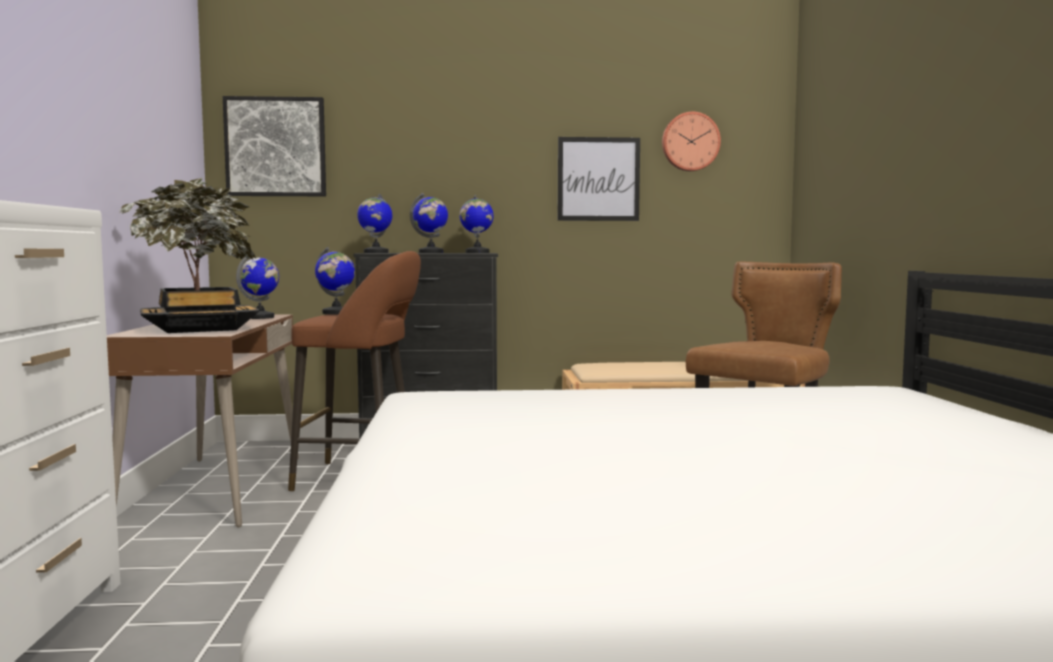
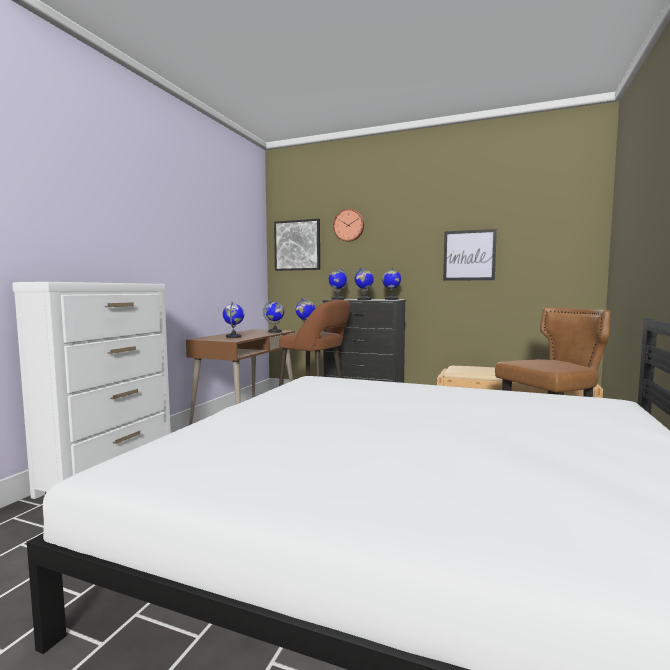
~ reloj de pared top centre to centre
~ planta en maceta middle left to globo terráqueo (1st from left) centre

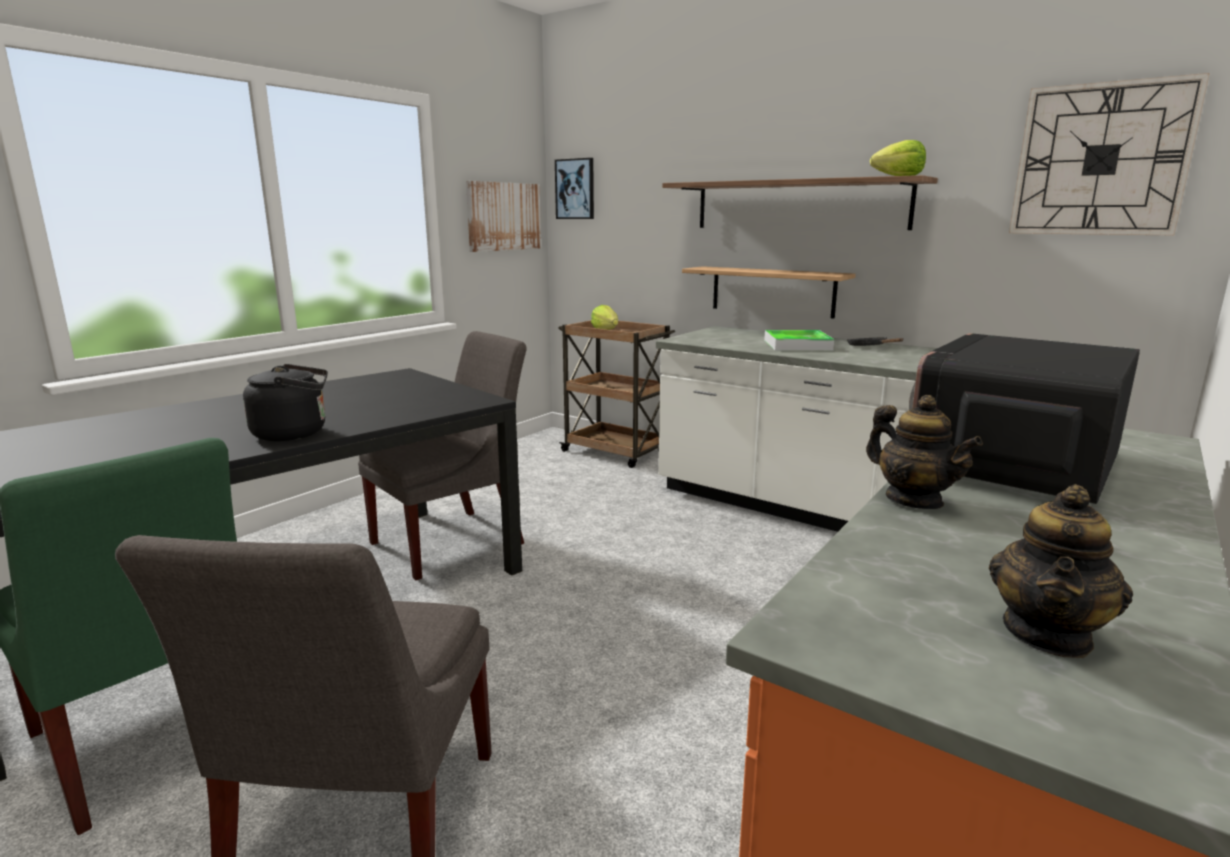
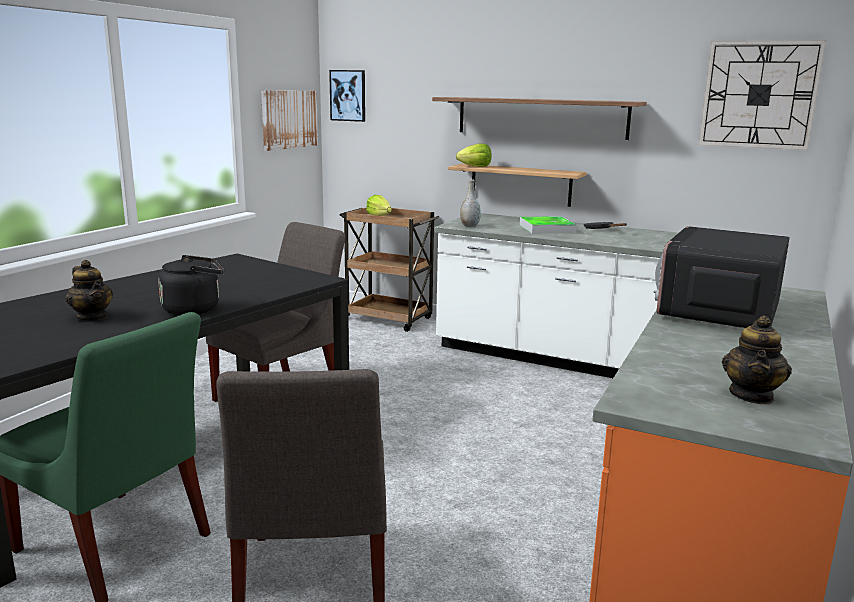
+ florero [gris] centre
~ tetera (1st from left) middle right to middle left
~ lechuga (2nd from left) top right to top centre

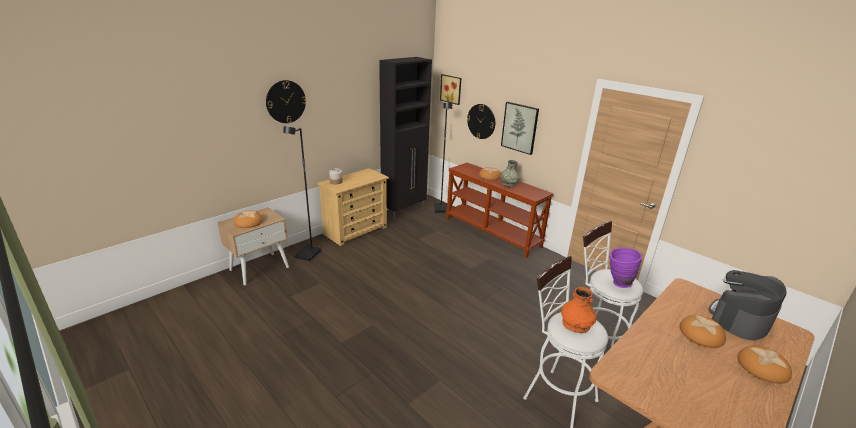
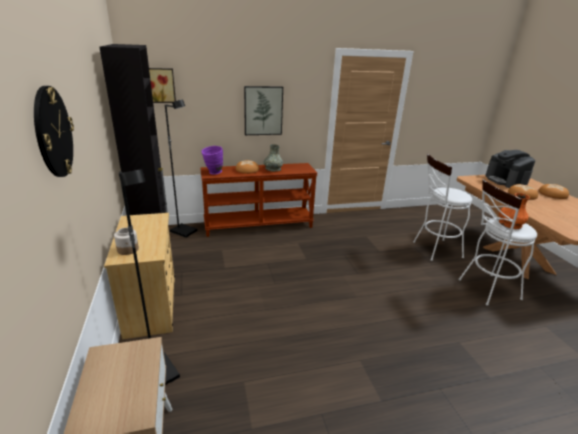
- pan (1st from left) middle left
- reloj de pared (2nd from left) top centre
~ florero [morado] middle right to centre

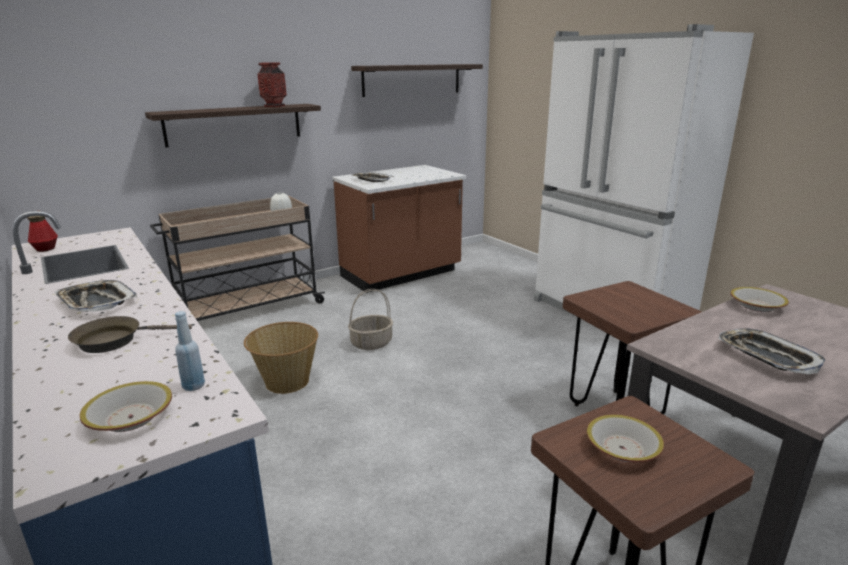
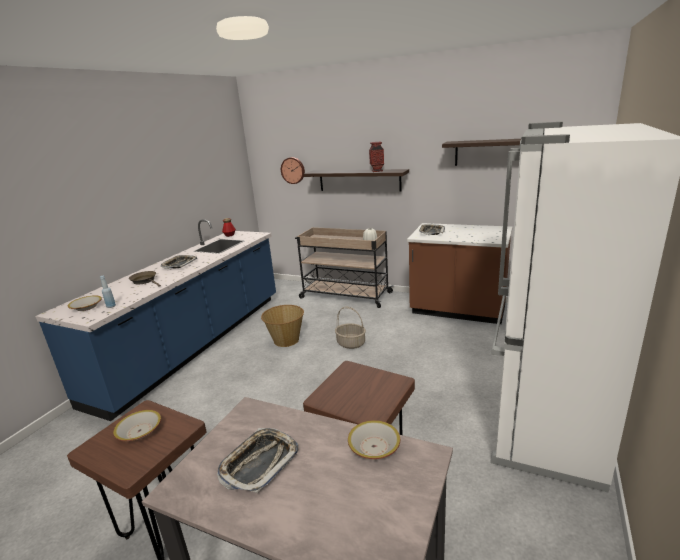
+ reloj de pared top centre

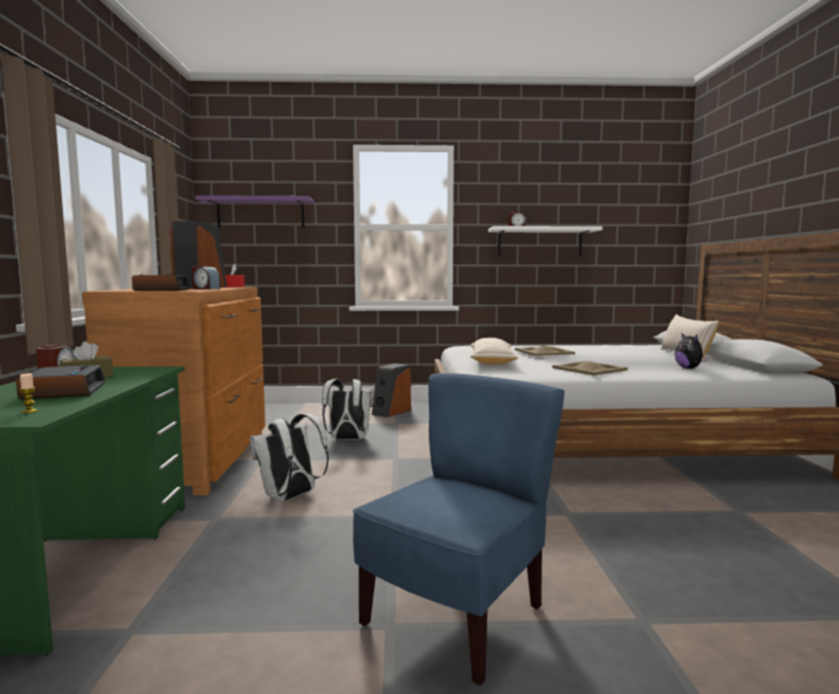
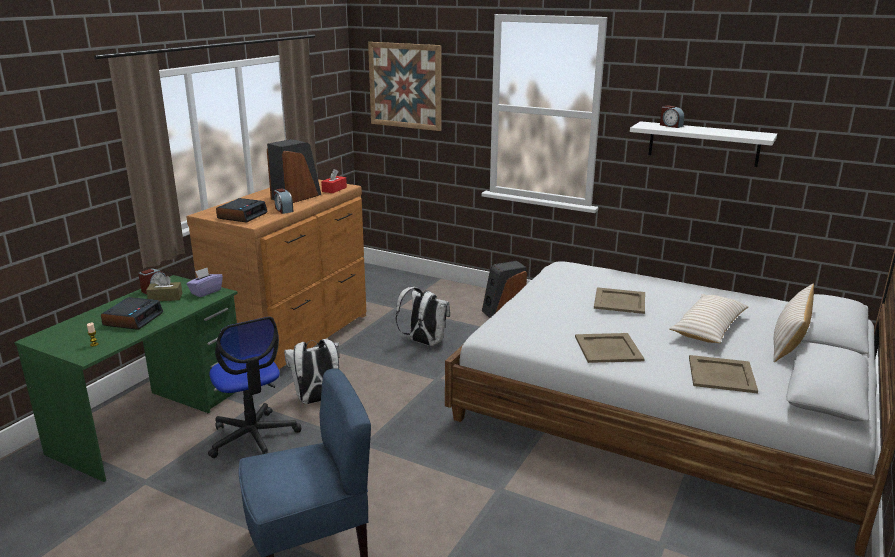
+ caja de pañuelos [morado] middle left
+ silla de oficina bottom left
~ cojín [beis] (1st from left) centre to middle right
~ estante [morado] top left to cuadro top centre
~ peluche middle right to bandeja [beis] (3rd from left) bottom right

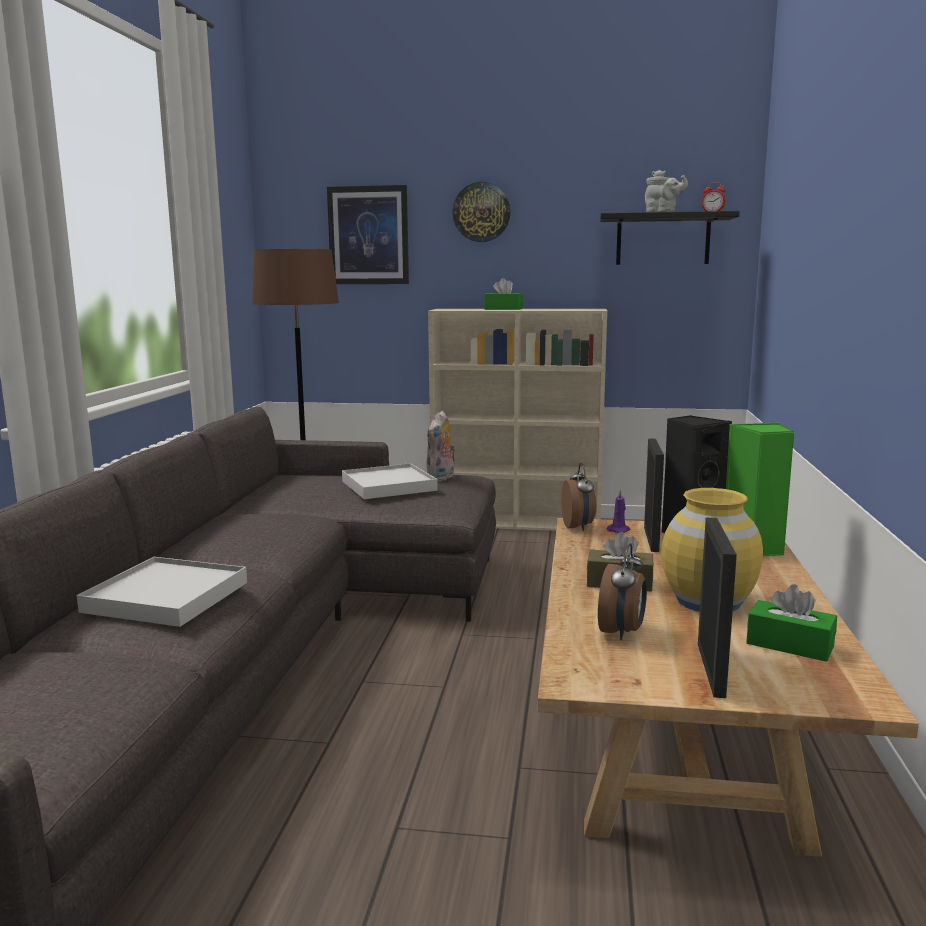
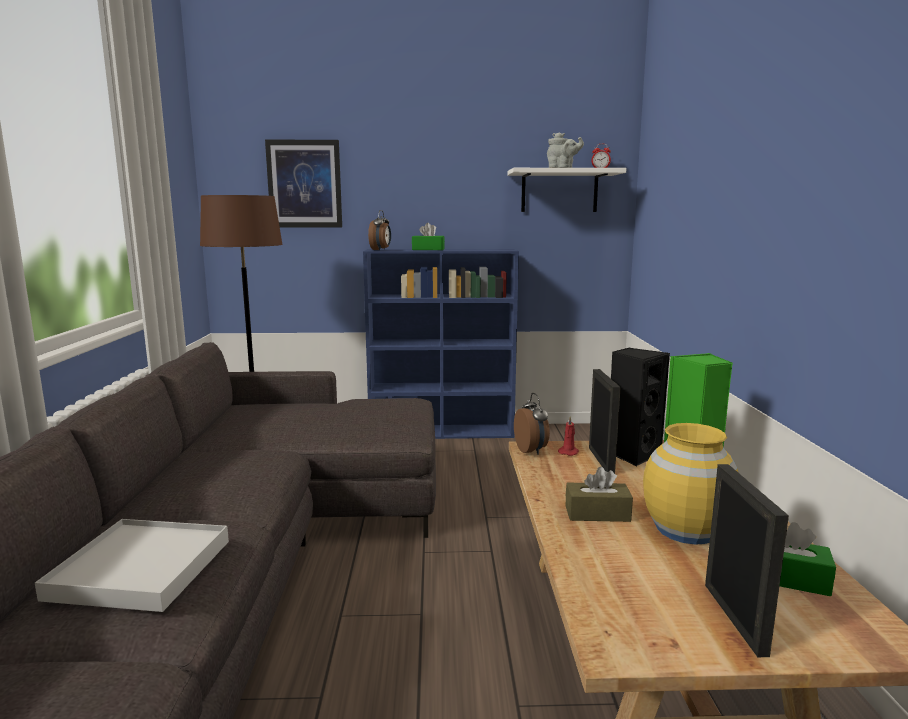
- bandeja [blanco] (2nd from left) centre
- peluche centre
- reloj de pared top centre
~ despertador (2nd from left in the first image) middle right to despertador (1st from left) top centre
~ estantería [beis] centre to estantería [azul] centre
~ estante [negro] top right to estante [blanco] top centre
~ vela [morado] middle right to vela [rojo] centre

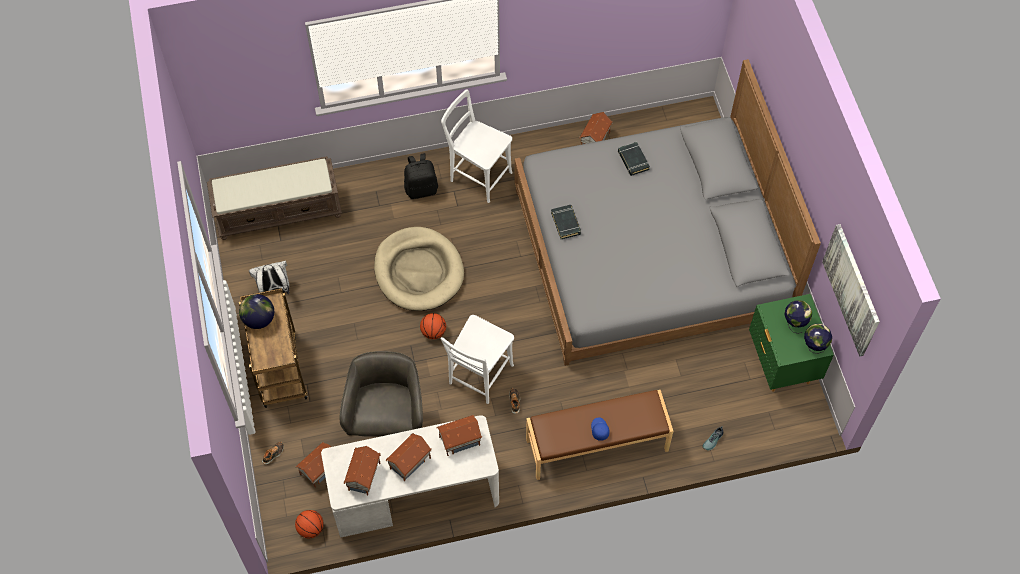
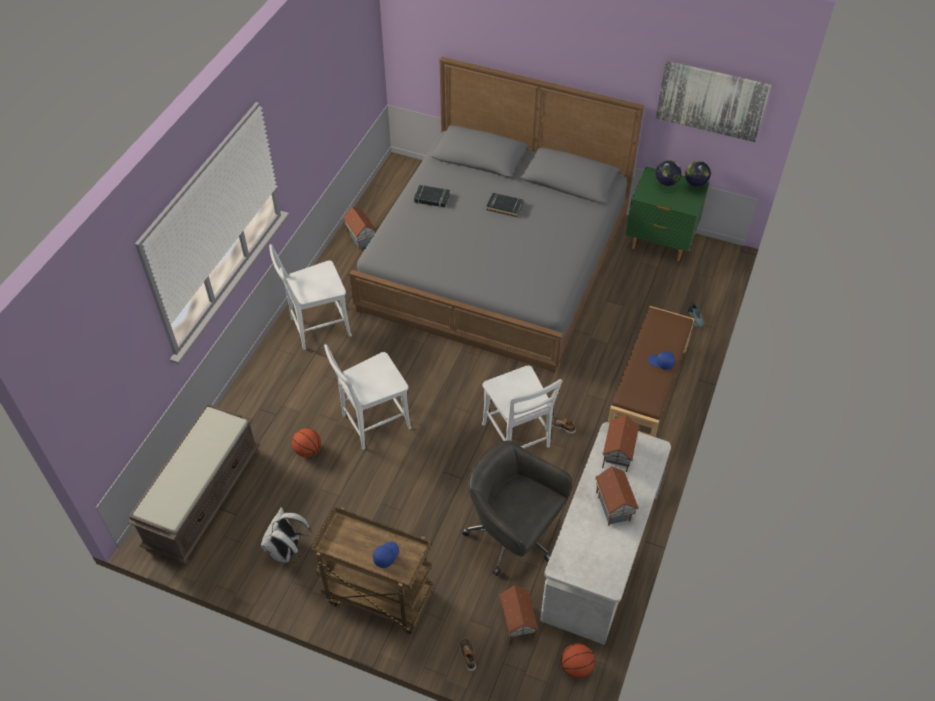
- globo terráqueo (1st from left) middle left
- casita (2nd from left) bottom centre
- mochila [negro] top centre
+ gorra [azul] (1st from left) bottom centre
~ balón de baloncesto (2nd from left in the first image) centre to balón de baloncesto (1st from left) middle left
~ libro [negro] (1st from left in the first image) centre to libro [negro] (2nd from left) top centre
~ cama para perro [beis] centre to silla [blanco] (2nd from left) centre

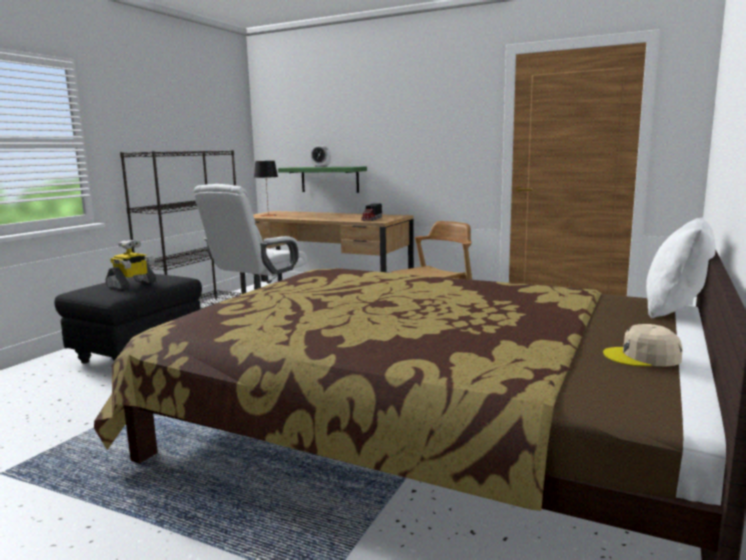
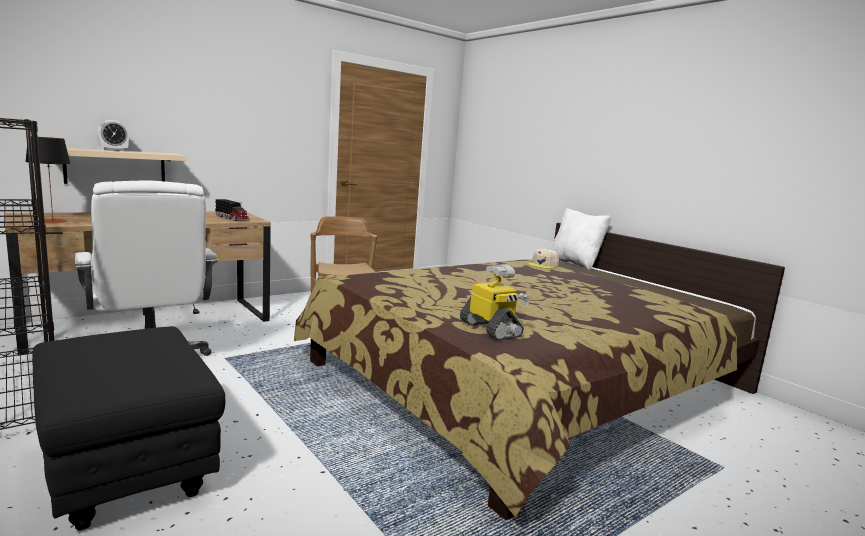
~ robot de juguete middle left to centre
~ gorra [beis] middle right to centre
~ estante [verde] top centre to estante [beis] top left

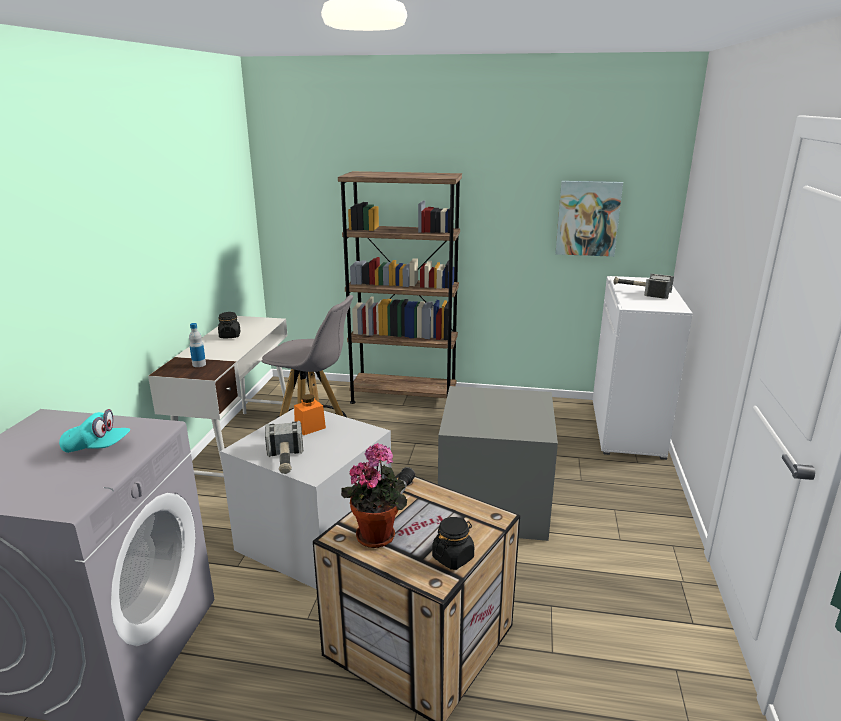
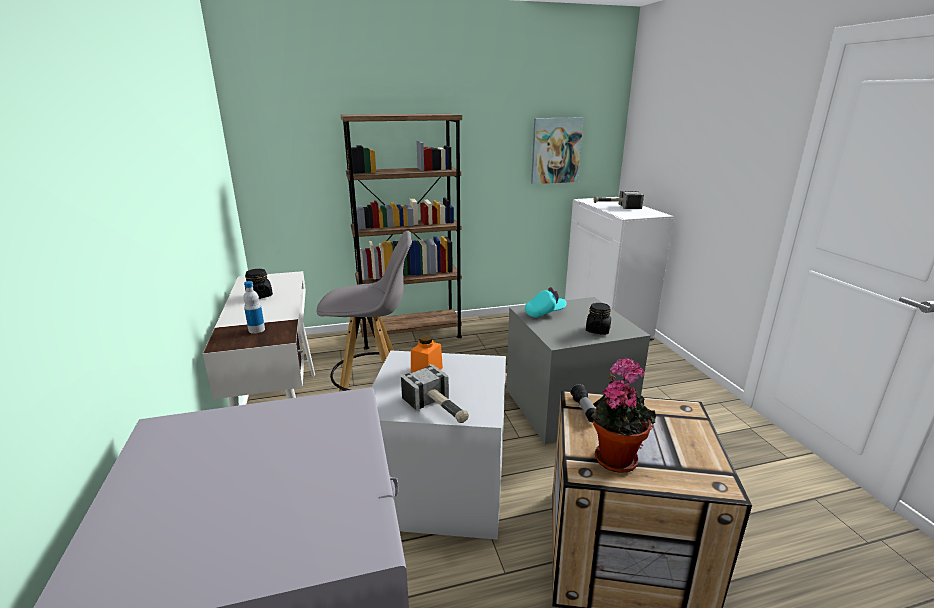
~ gorra [turquesa] middle left to centre
~ tarro [negro] (2nd from left) bottom centre to centre

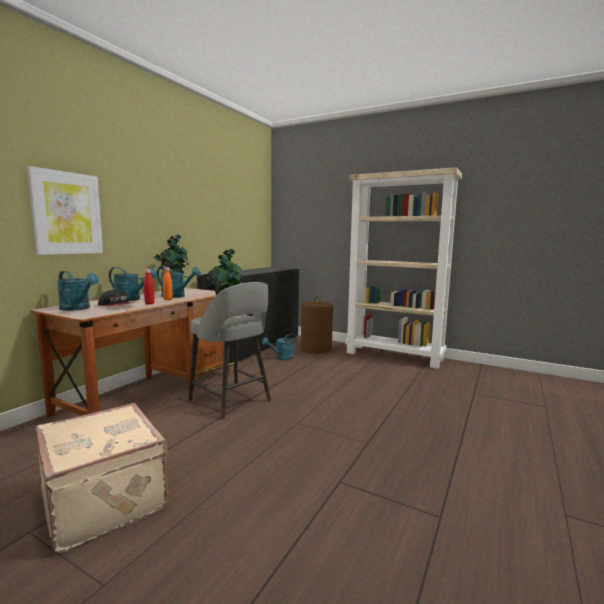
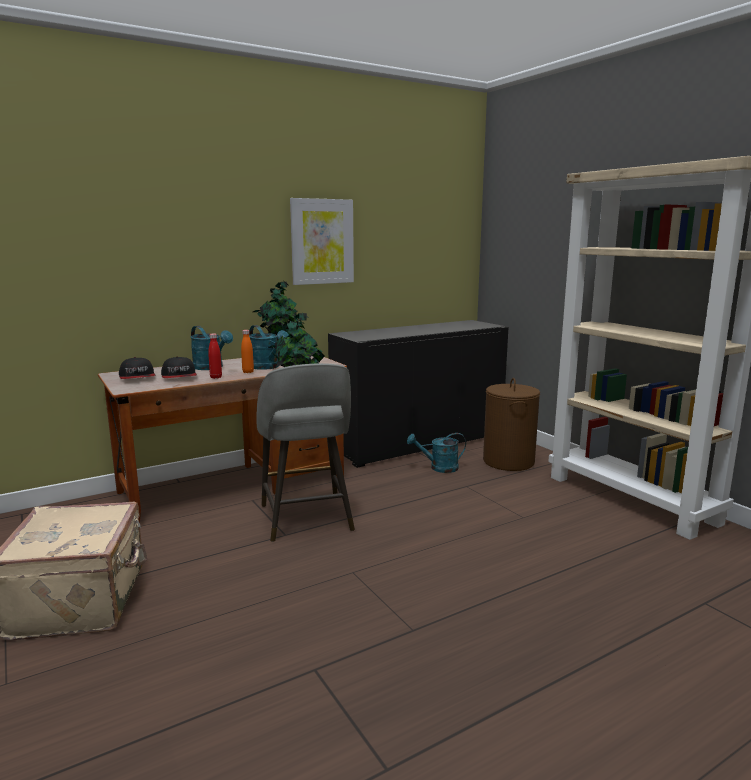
~ cuadro middle left to top centre
~ regadera [turquesa] (1st from left) middle left to gorra (1st from left) middle left

